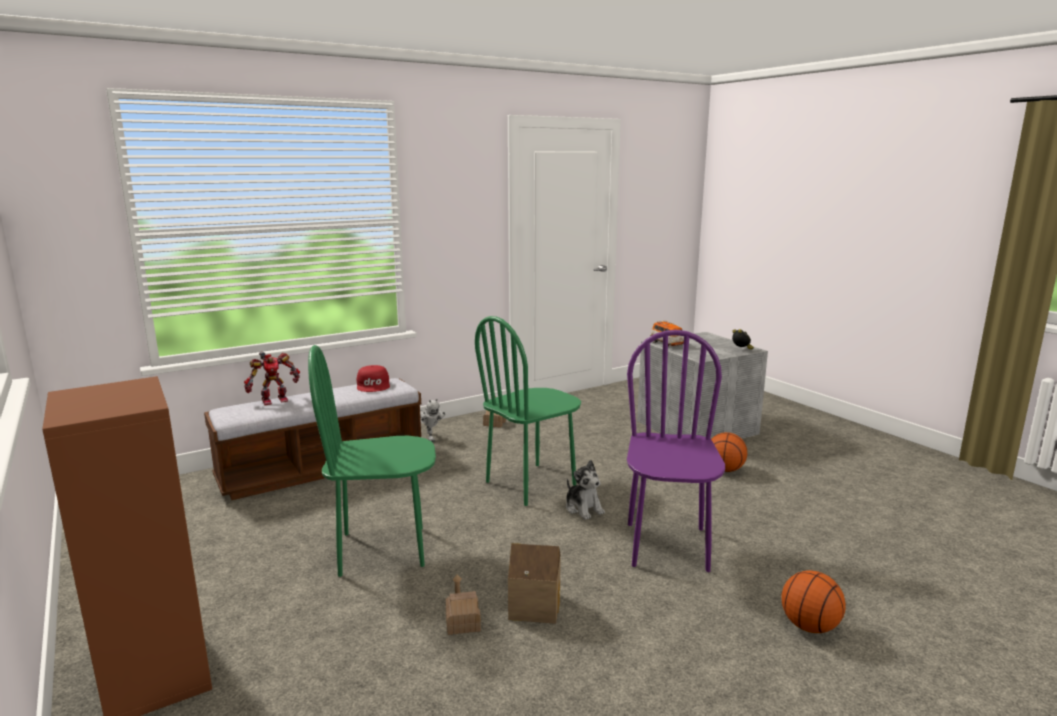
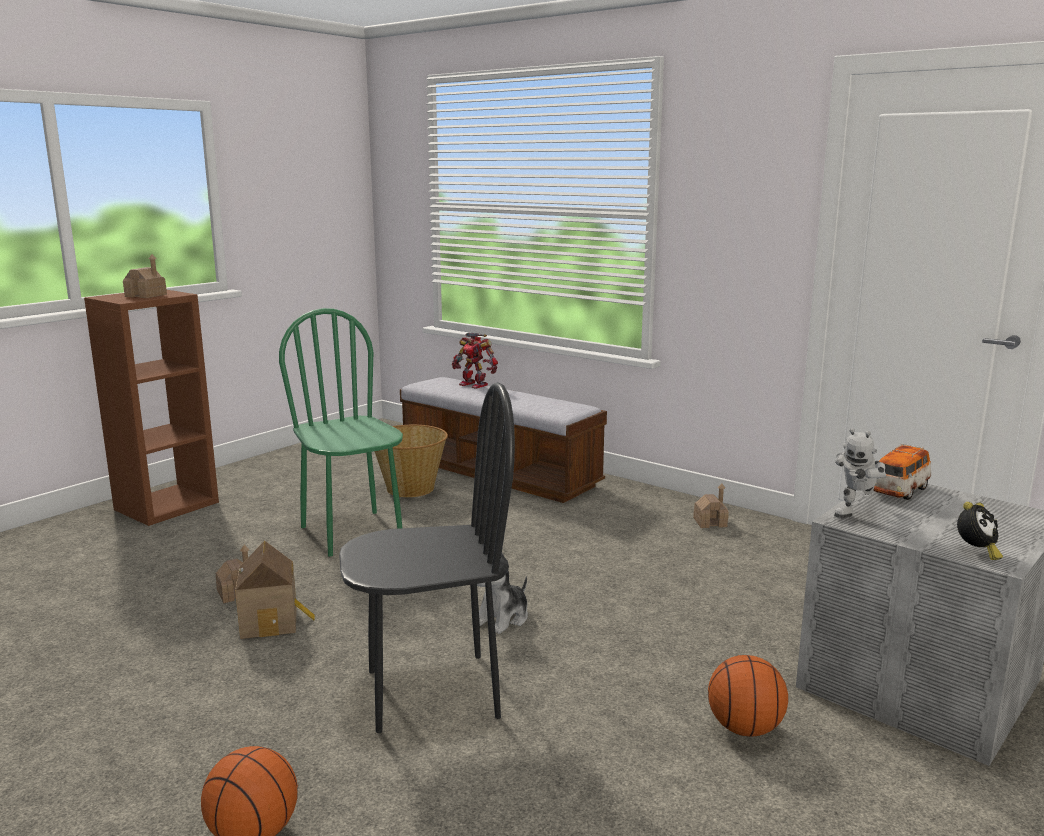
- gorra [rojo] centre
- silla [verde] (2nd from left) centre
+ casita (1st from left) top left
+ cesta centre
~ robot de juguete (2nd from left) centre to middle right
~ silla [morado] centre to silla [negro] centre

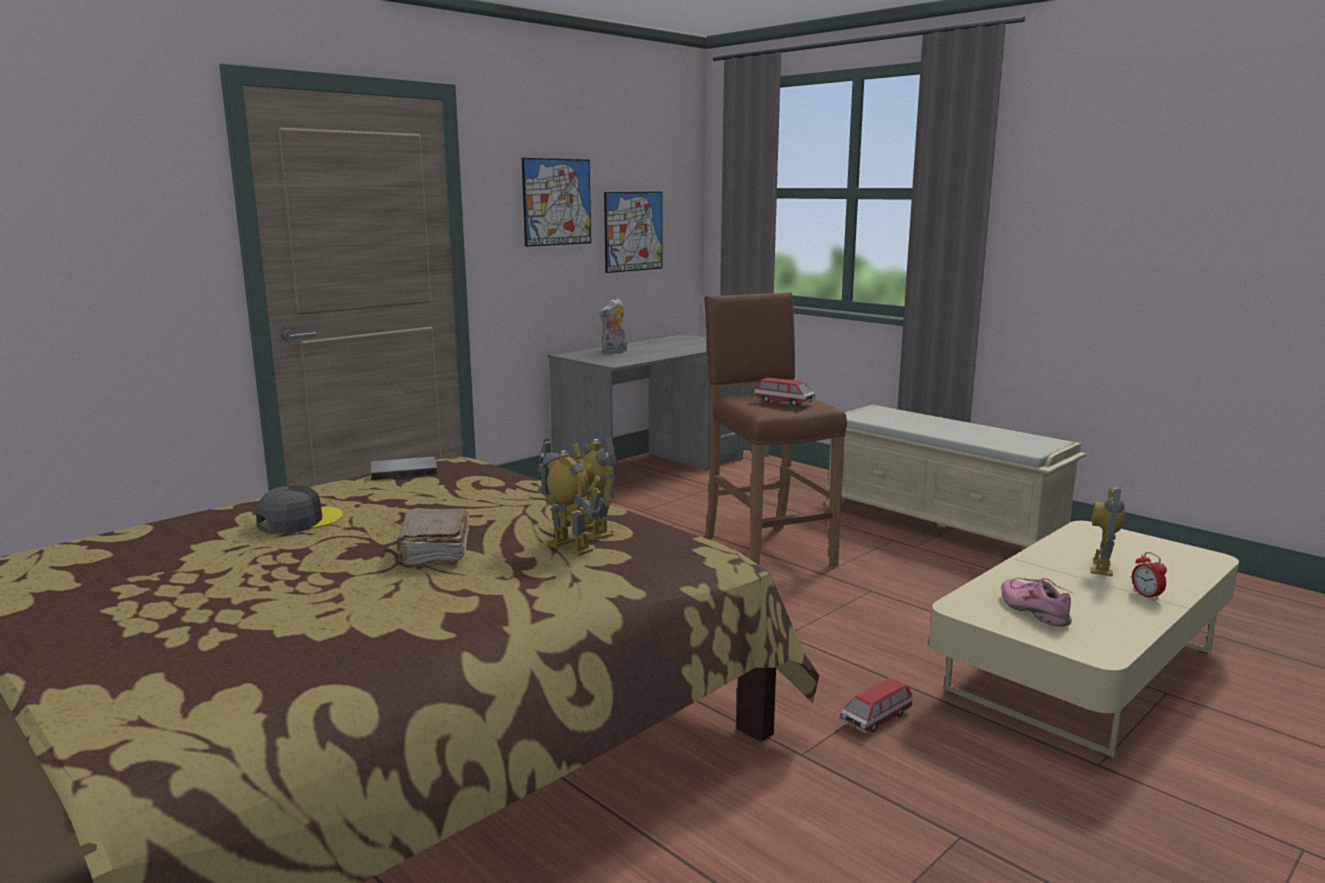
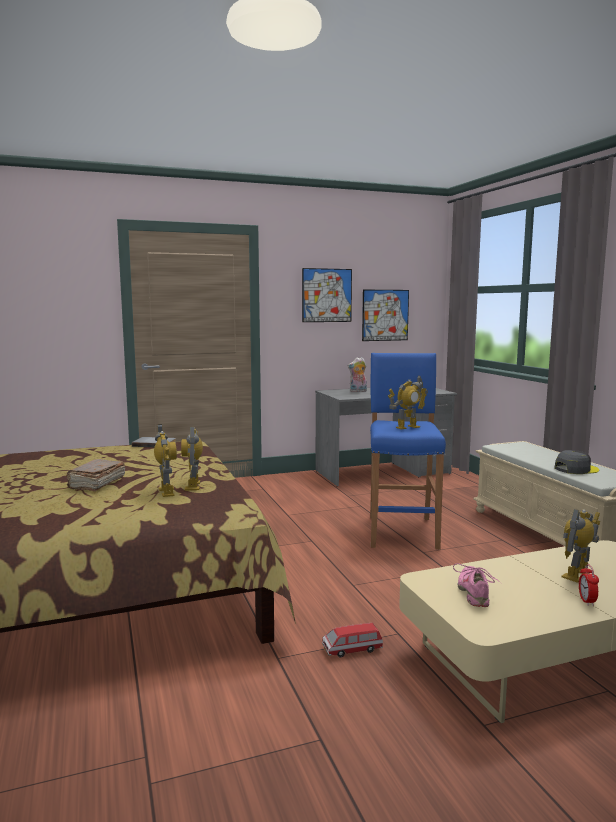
~ gorra [gris] middle left to middle right
~ coche de juguete (1st from left) centre to robot de juguete (3rd from left) centre
~ taburete [marrón] centre to taburete [azul] centre

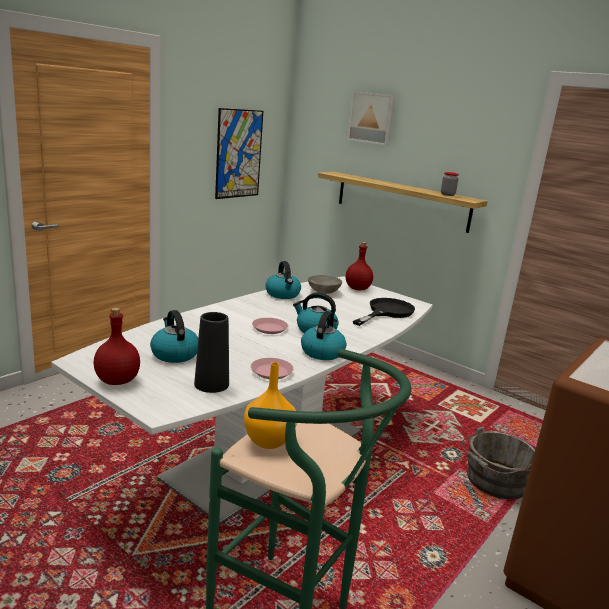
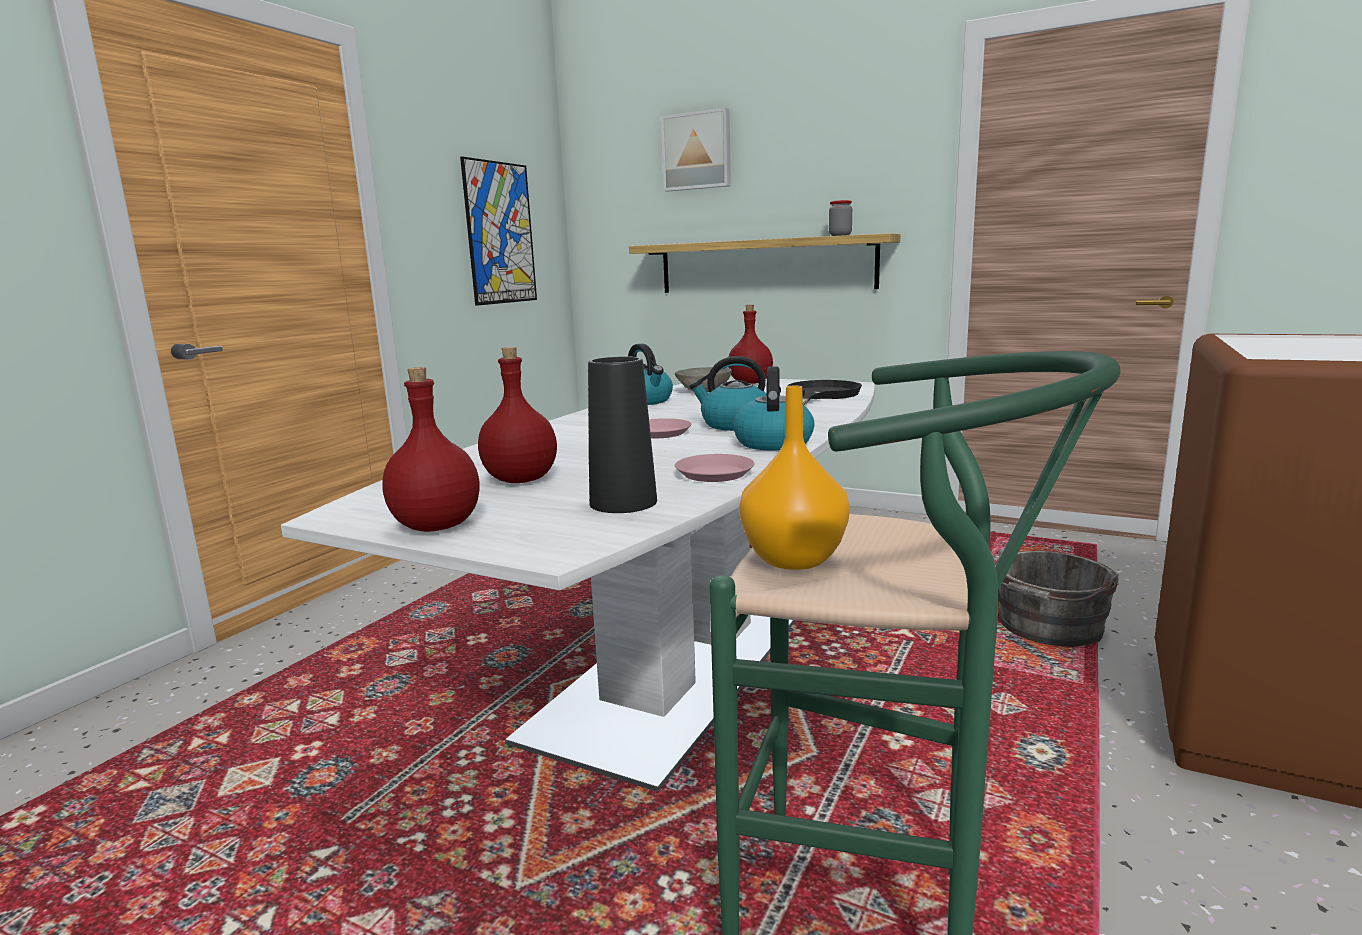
~ hervidor (1st from left) middle left to botella [rojo] (2nd from left) centre

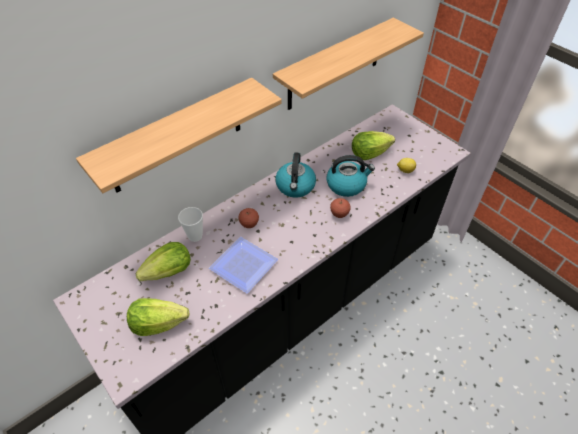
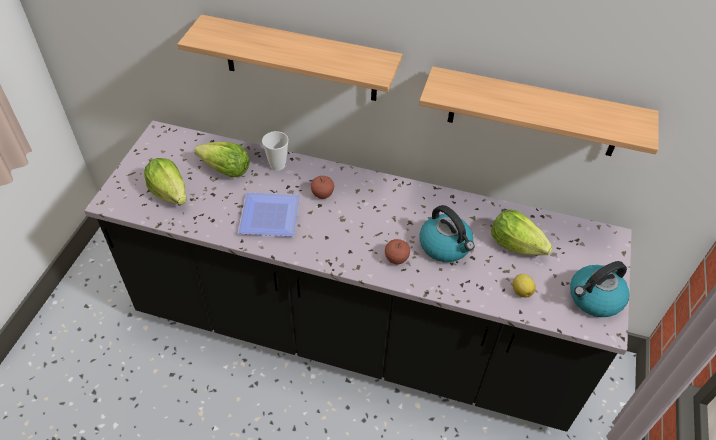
~ hervidor (1st from left in the first image) centre to hervidor (2nd from left) middle right

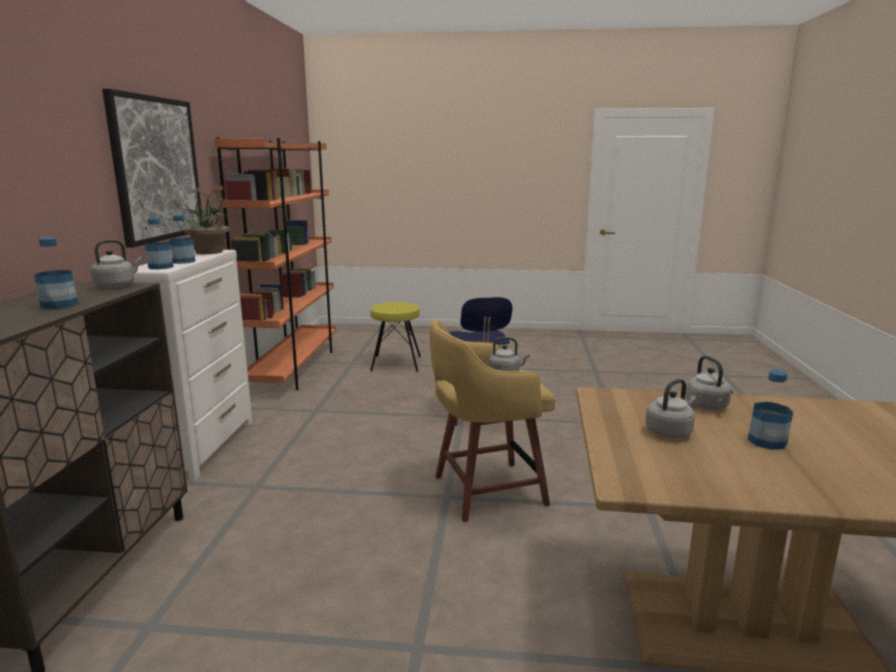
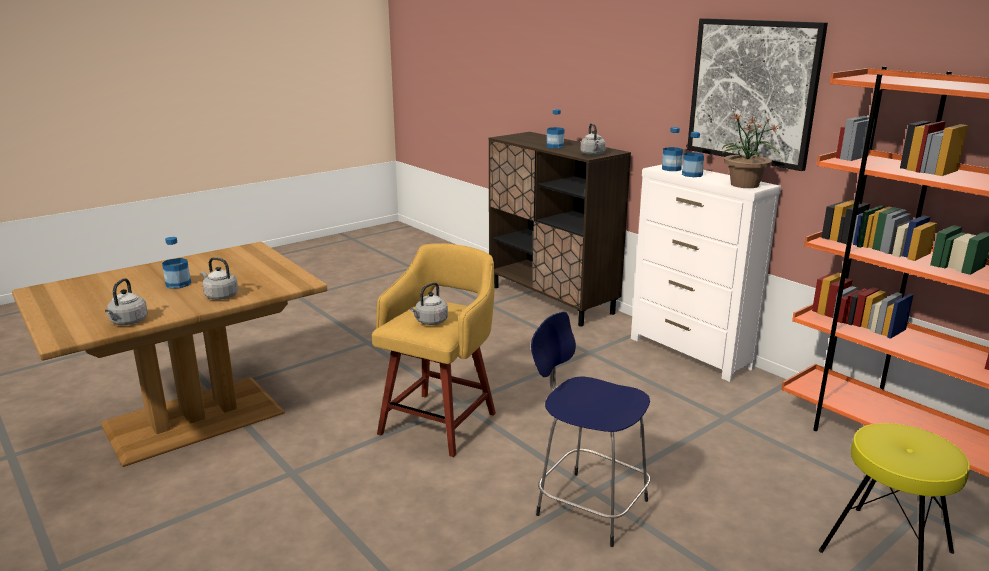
~ hervidor [gris] (3rd from left in the first image) middle right to hervidor [gris] (1st from left) middle left

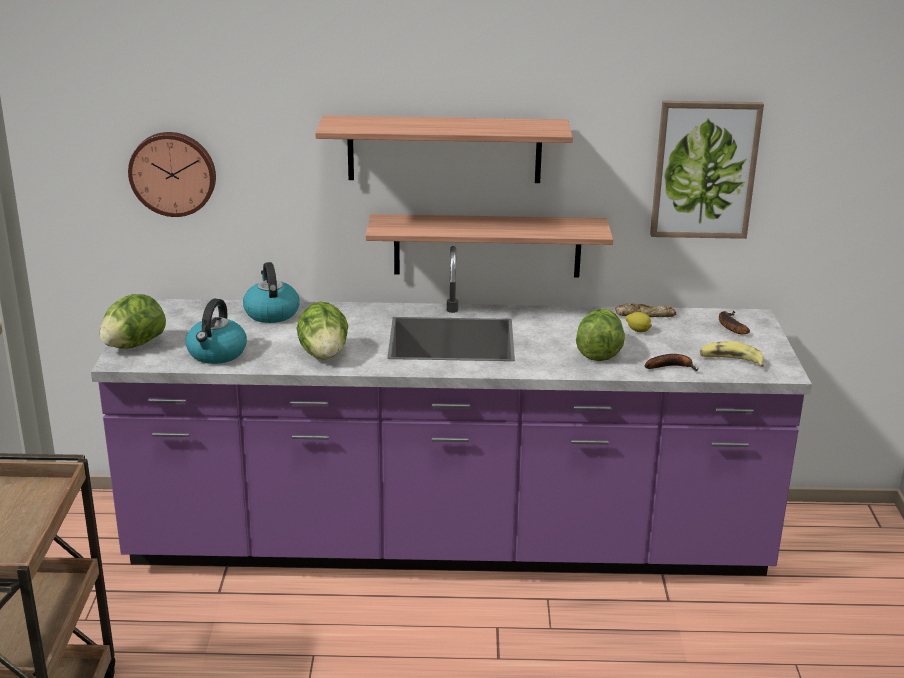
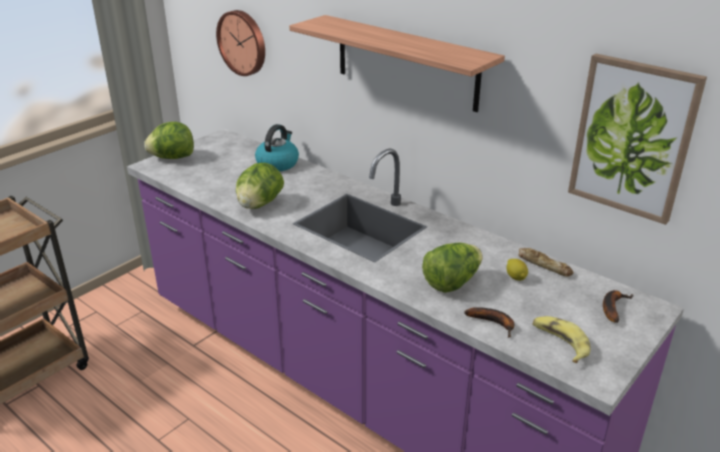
- hervidor (1st from left) middle left
- estante (2nd from left) centre

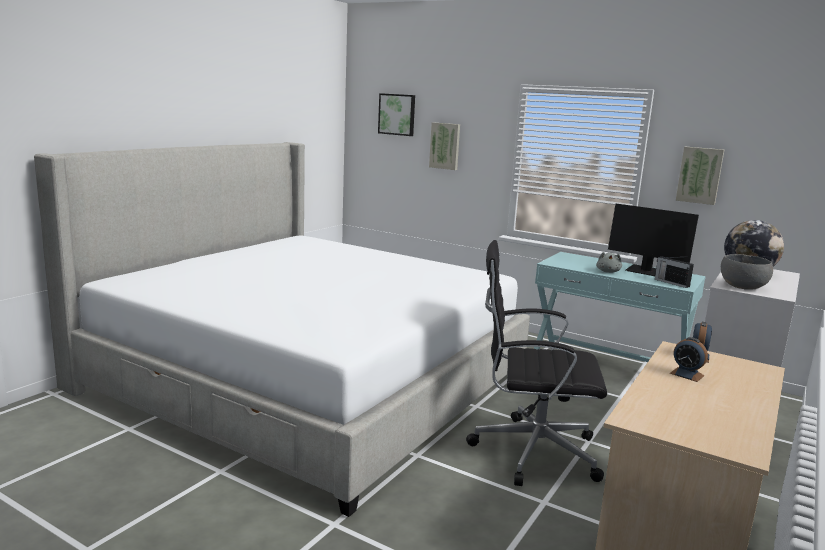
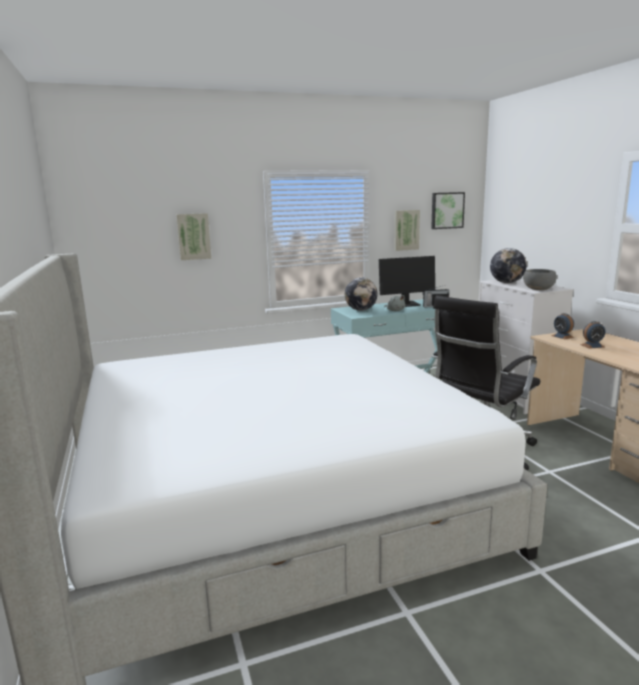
+ globo terráqueo (1st from left) centre
~ cuadro (1st from left in the first image) top centre to cuadro (3rd from left) top right

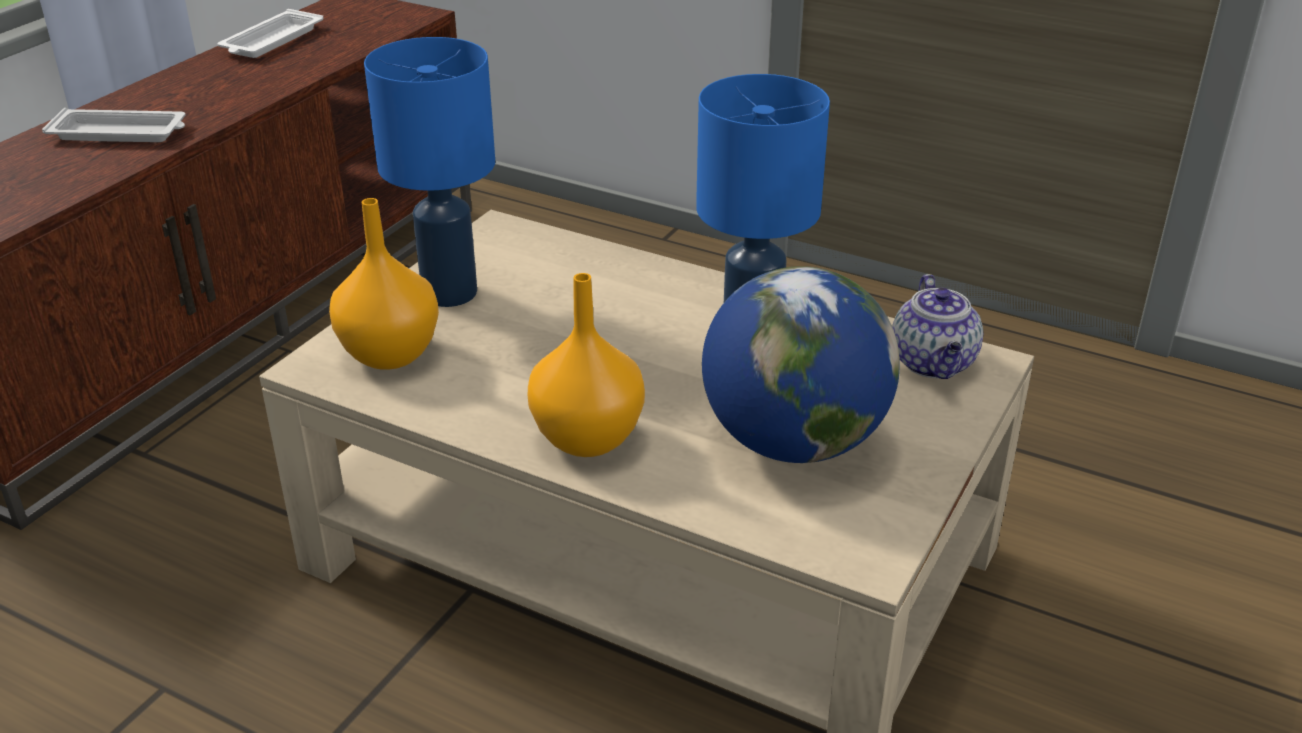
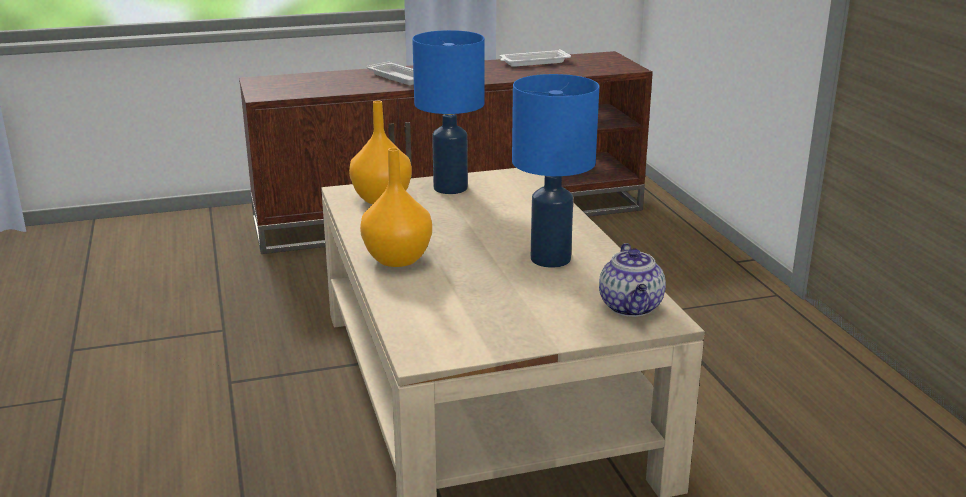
- globo terráqueo centre
~ tetera middle right = centre 45 degrees counterclockwise

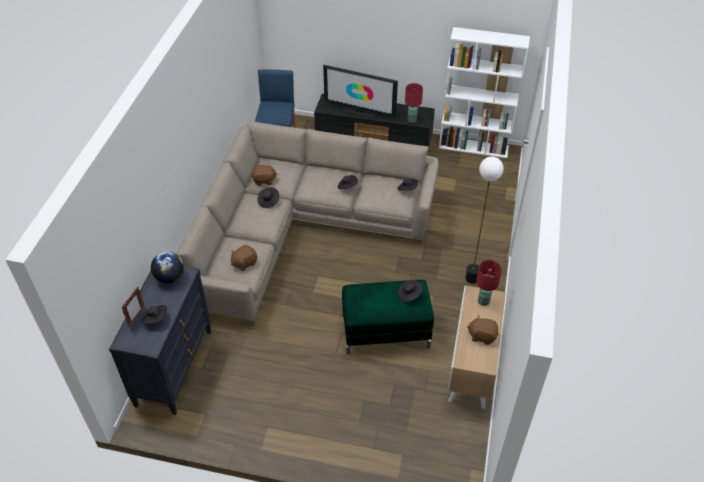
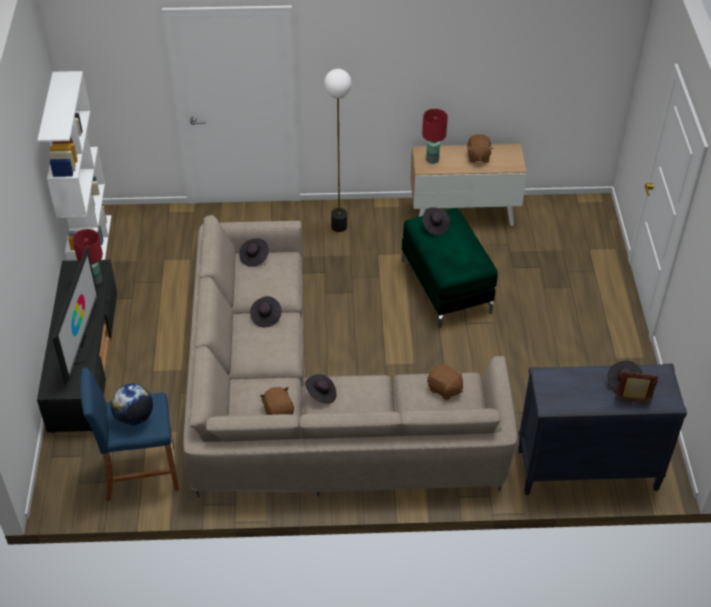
~ globo terráqueo middle left to bottom left

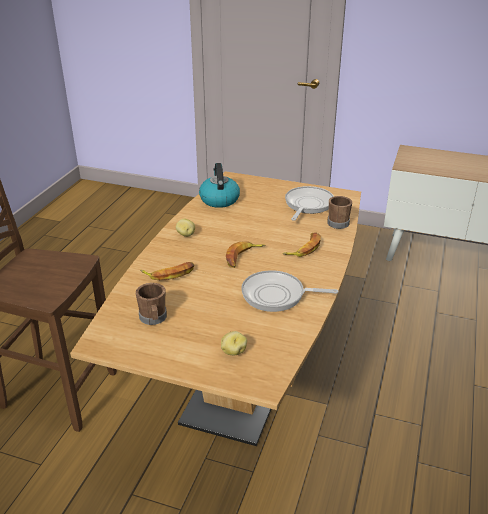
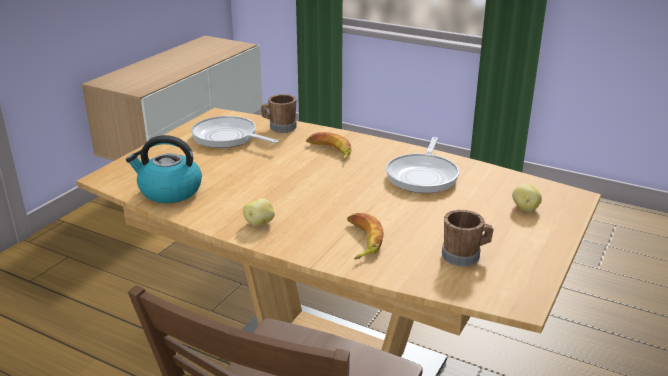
- plátano (2nd from left) centre

